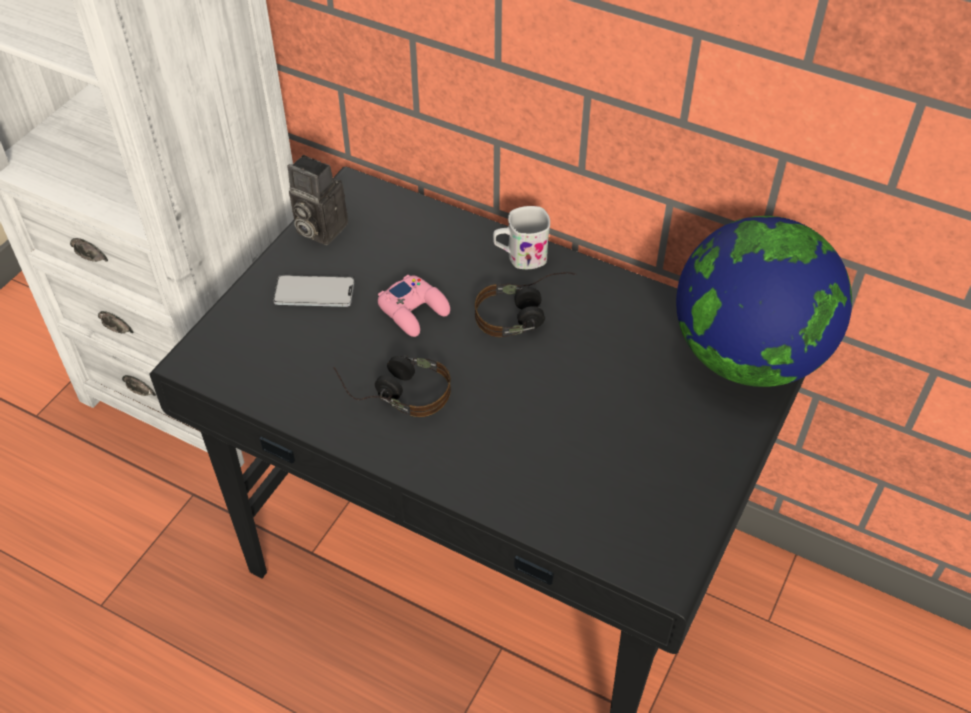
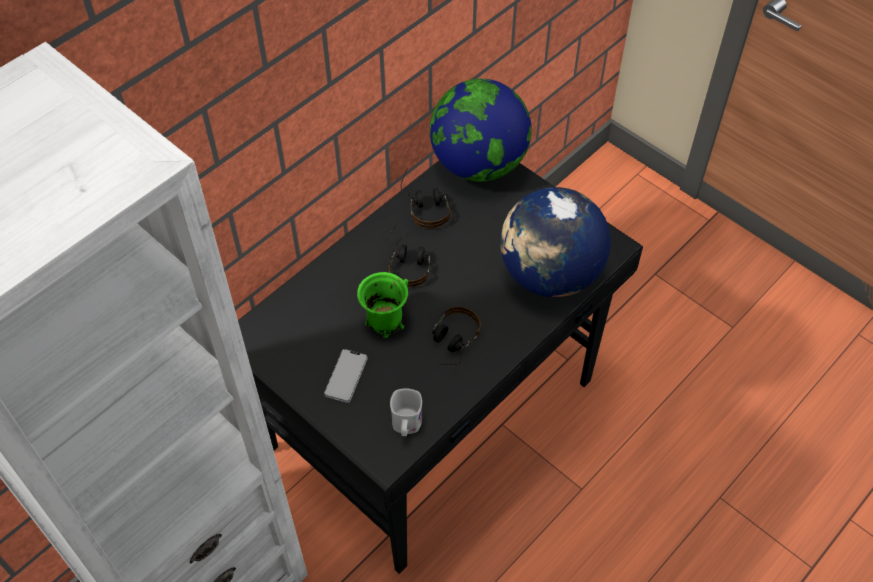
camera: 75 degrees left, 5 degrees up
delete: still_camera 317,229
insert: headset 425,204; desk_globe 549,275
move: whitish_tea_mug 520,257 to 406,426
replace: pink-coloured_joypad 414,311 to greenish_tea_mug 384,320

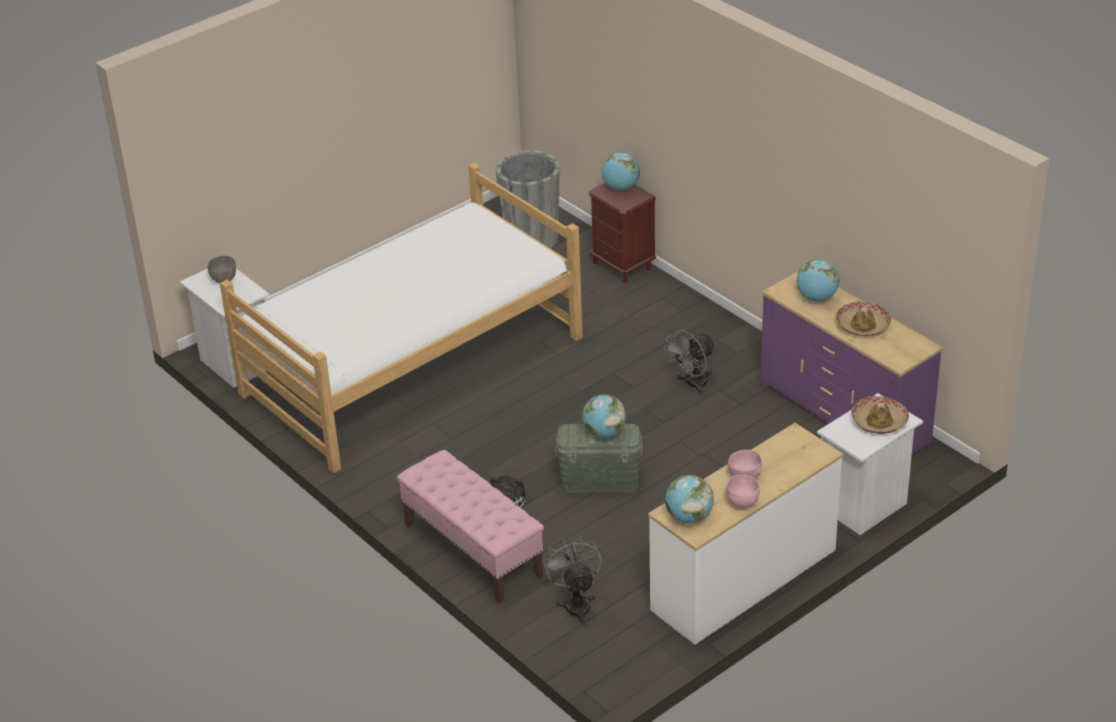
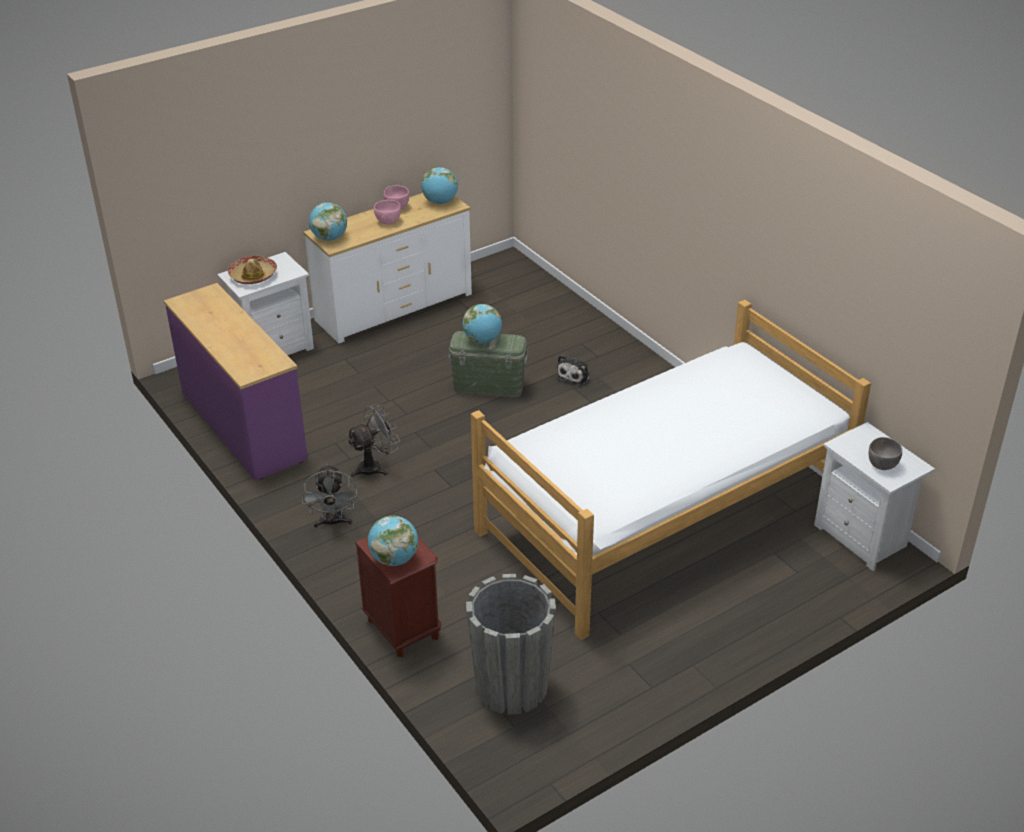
camera: 175 degrees left, 0 degrees up
delete: pink-coloured_long_seat 472,550; wearable_hat 862,325
move: gray_cooling_fan 576,603 to 333,523; desk_globe 817,298 to 329,238

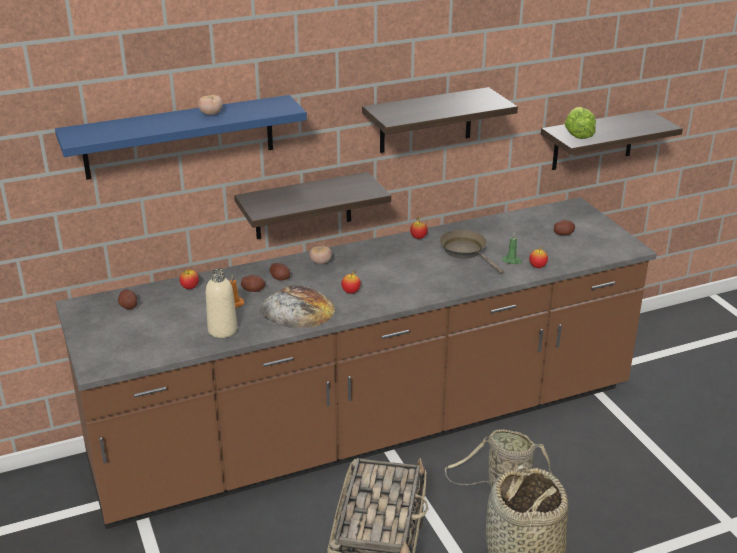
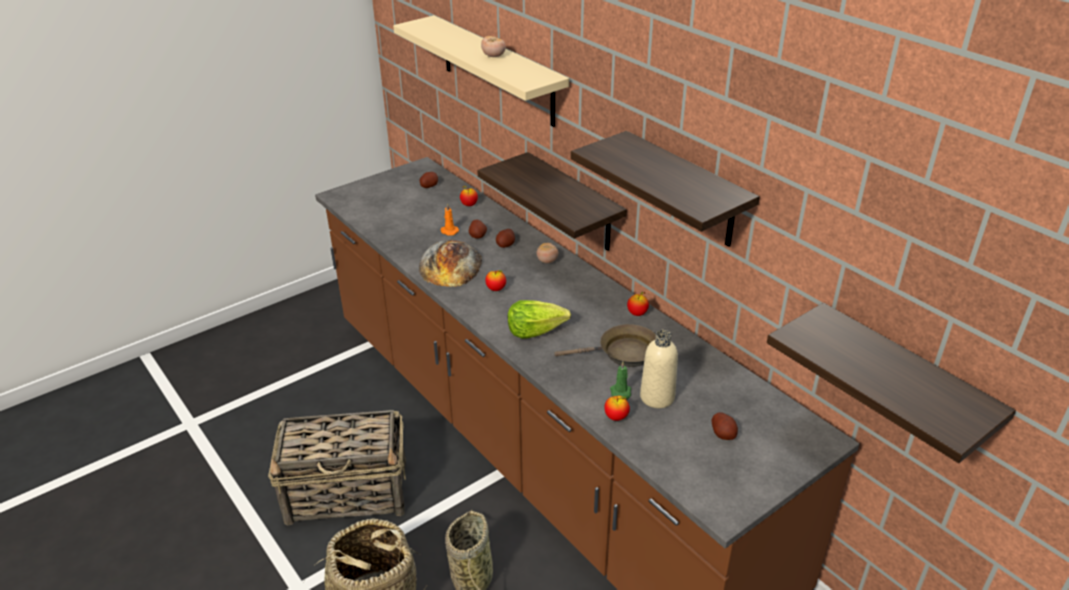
camera: 75 degrees right, 5 degrees up
move: beige-coloured_drink_bottle 222,330 to 657,397; lettuce_head 578,134 to 535,330
recolor: blue-coloured_shelf 179,137 to beige-coloured_shelf 497,70
rotate: brown-coloured_frying_pan 466,251 = 623,353 45 degrees clockwise

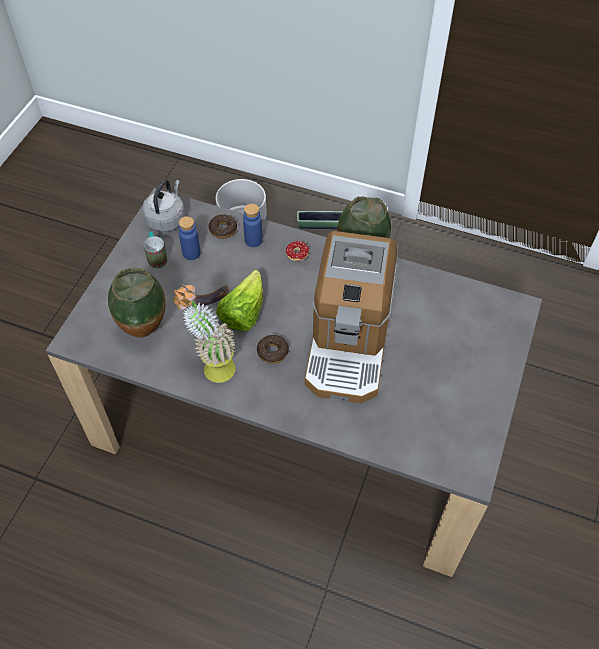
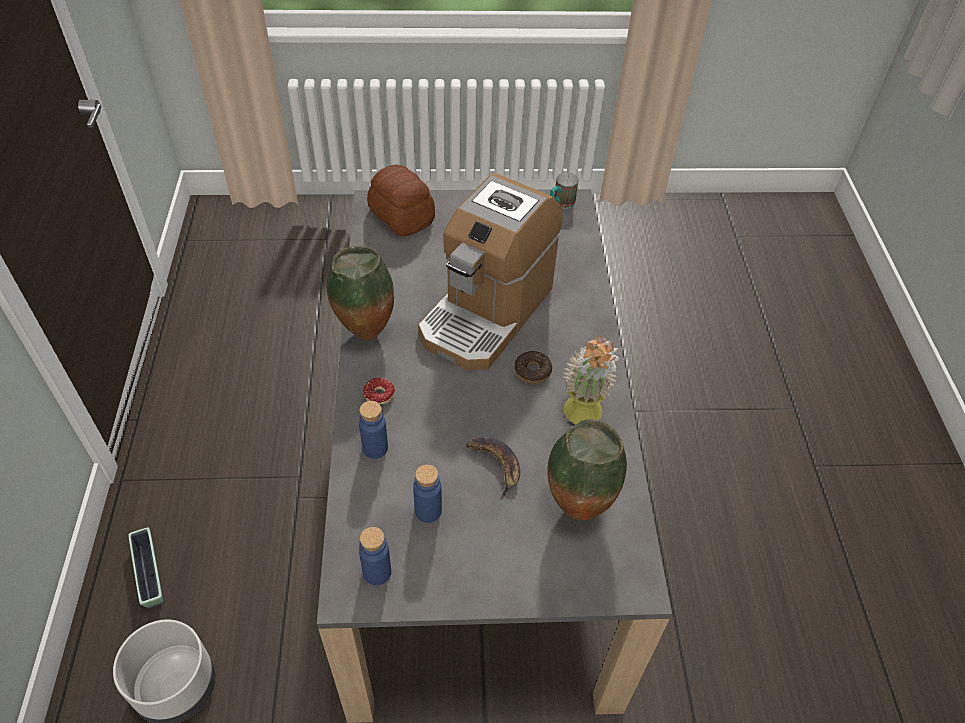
camera: 115 degrees left, 5 degrees down
delete: ring_doughnut 223,229; lettuce_head 243,313
insert: bakery_bread 402,215
move: tea_mug 156,257 to 560,203
replace: gray_kettle 166,219 to blue-coloured_drink_bottle 377,572
rotate: coffee_maker 348,344 = 486,312 135 degrees clockwise

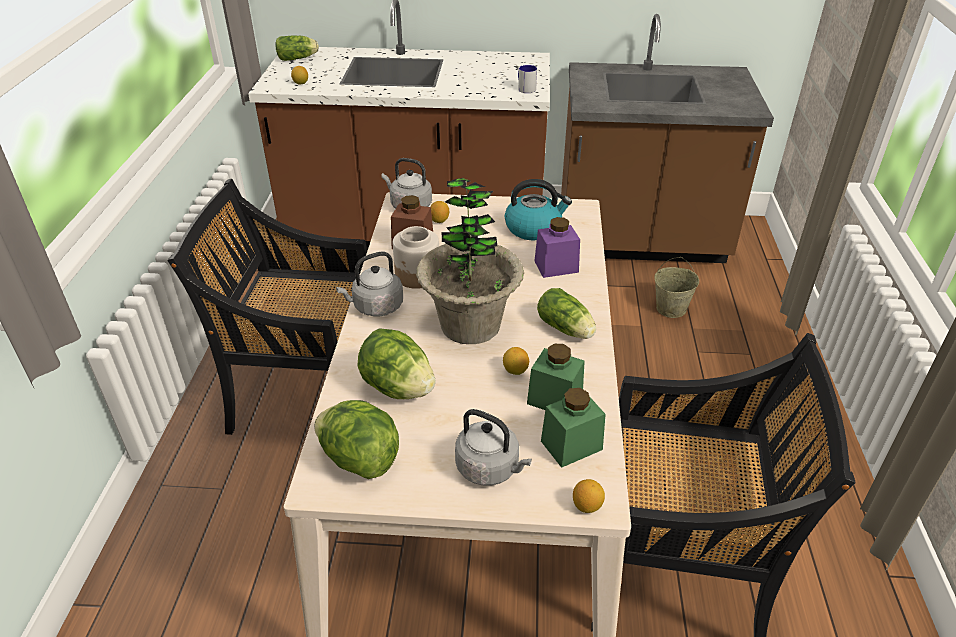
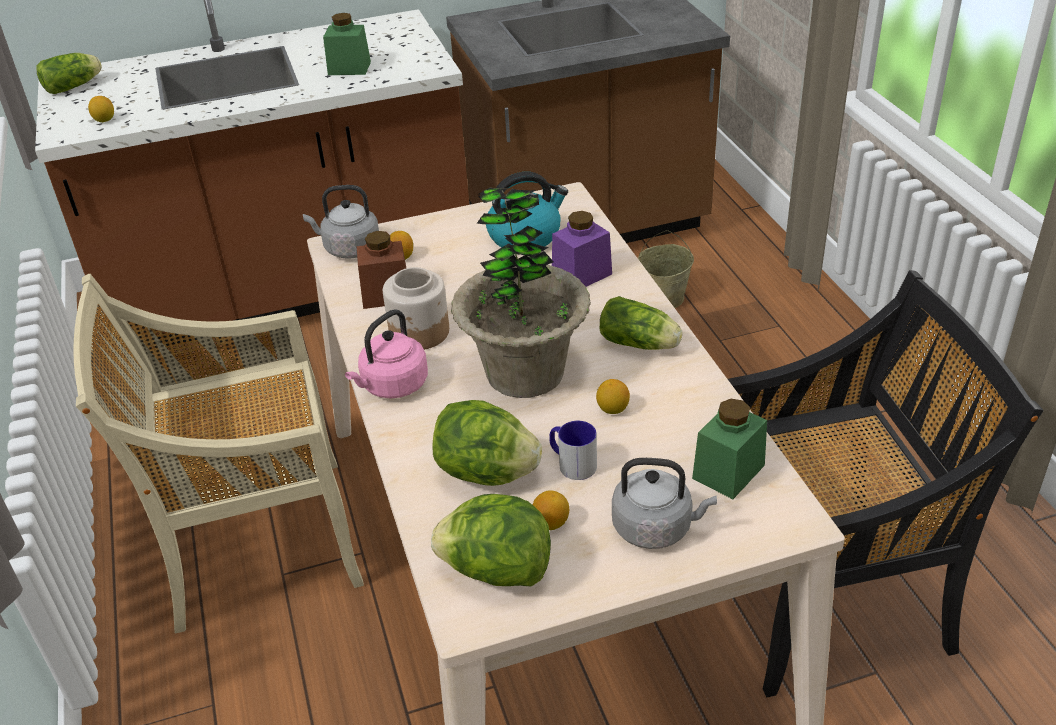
camera: 20 degrees left, 0 degrees up
move: tea_mug 525,88 to 572,463; greenish_storage_jar 554,399 to 349,68; lemon 587,506 to 551,523
recolor: black_plain_chair 305,391 to beige-coloured_plain_chair 256,542; gray_kettle 375,307 to pink-coloured_kettle 392,386

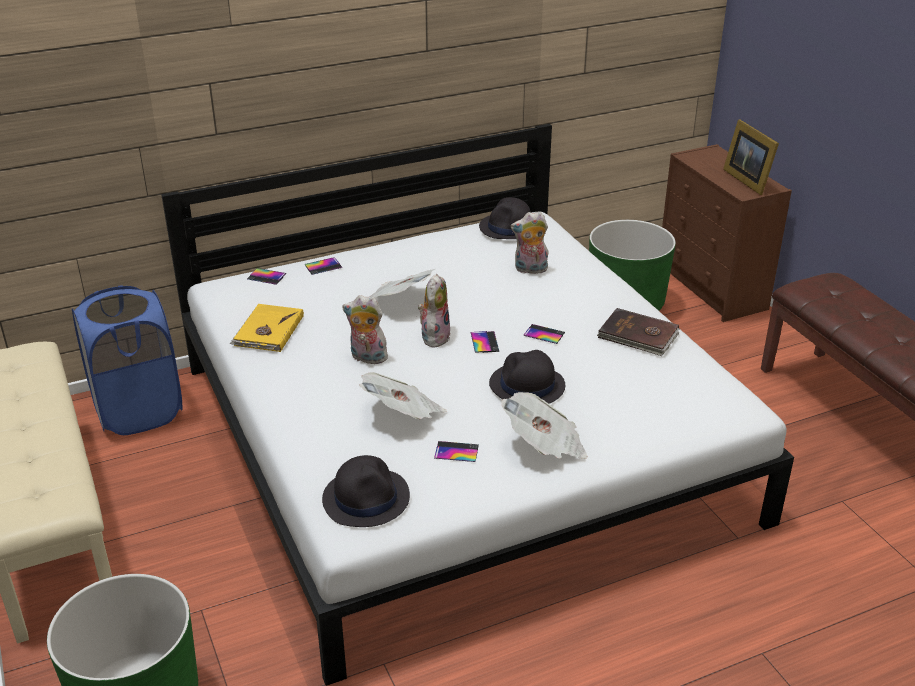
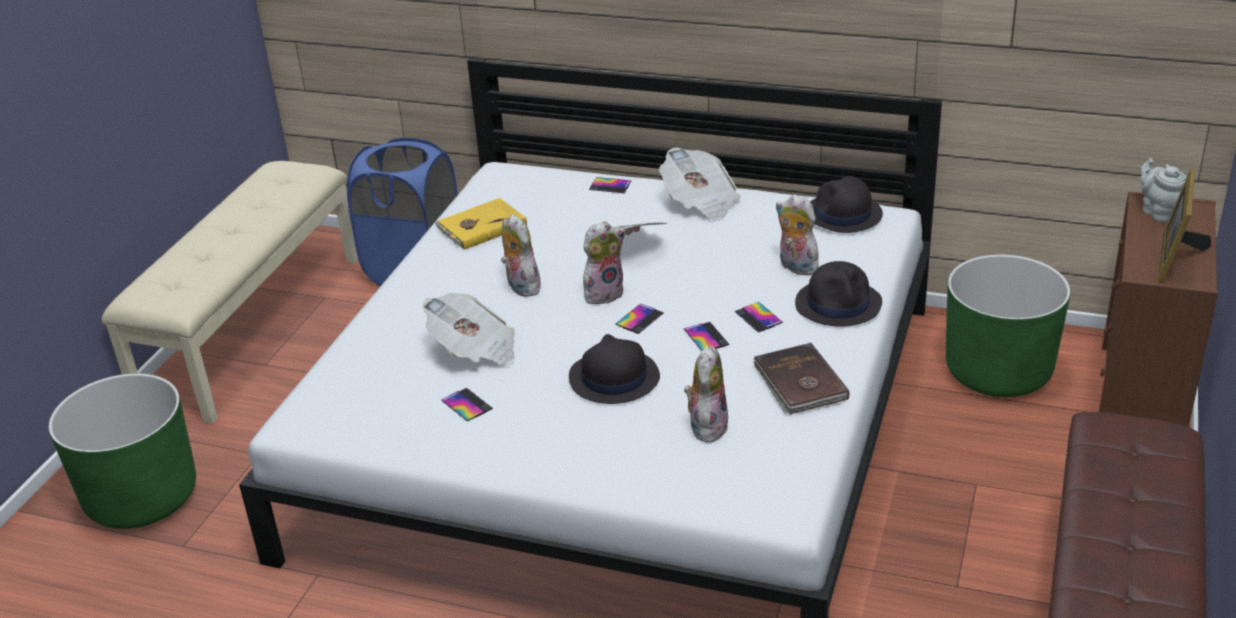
camera: 45 degrees right, 0 degrees up
insert: cuddly_toy 706,426; gray_tea_pot 1158,212
move: handset 266,276 to 758,317; black_wearable_hat 366,498 to 839,304; newspaper 545,445 to 700,203

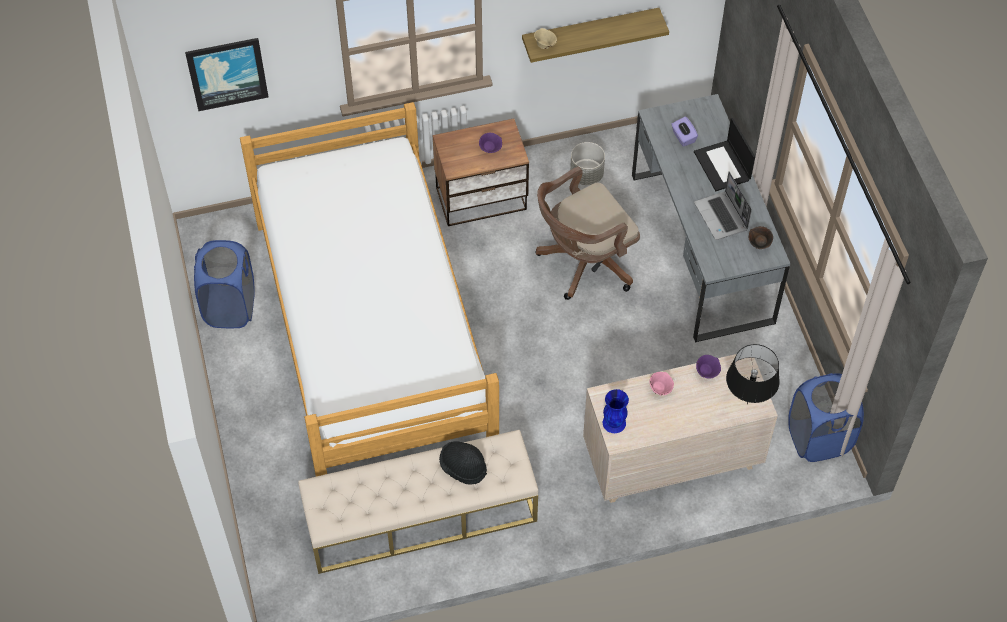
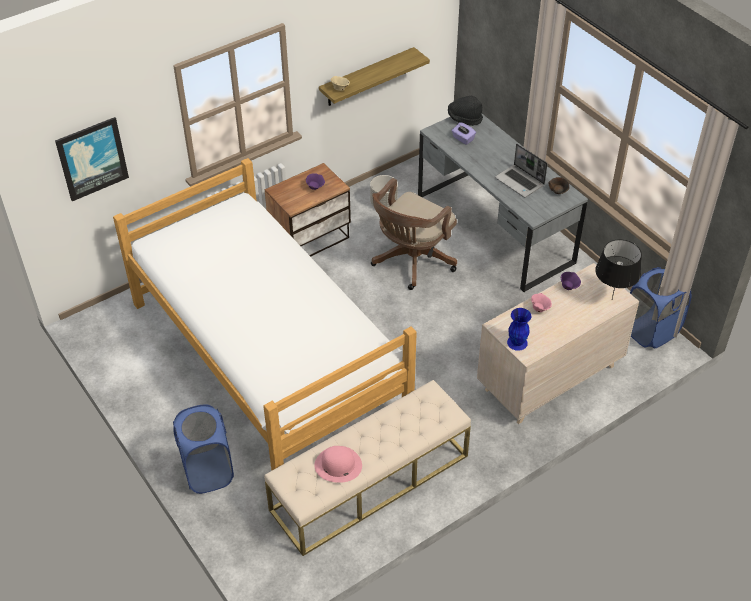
camera: 20 degrees left, 10 degrees down
delete: laptop 723,166
insert: pink-coloured_wearable_hat 338,465
move: blue-coloured_washing_basket 230,307 to 208,471; black_wearable_hat 463,467 to 464,119

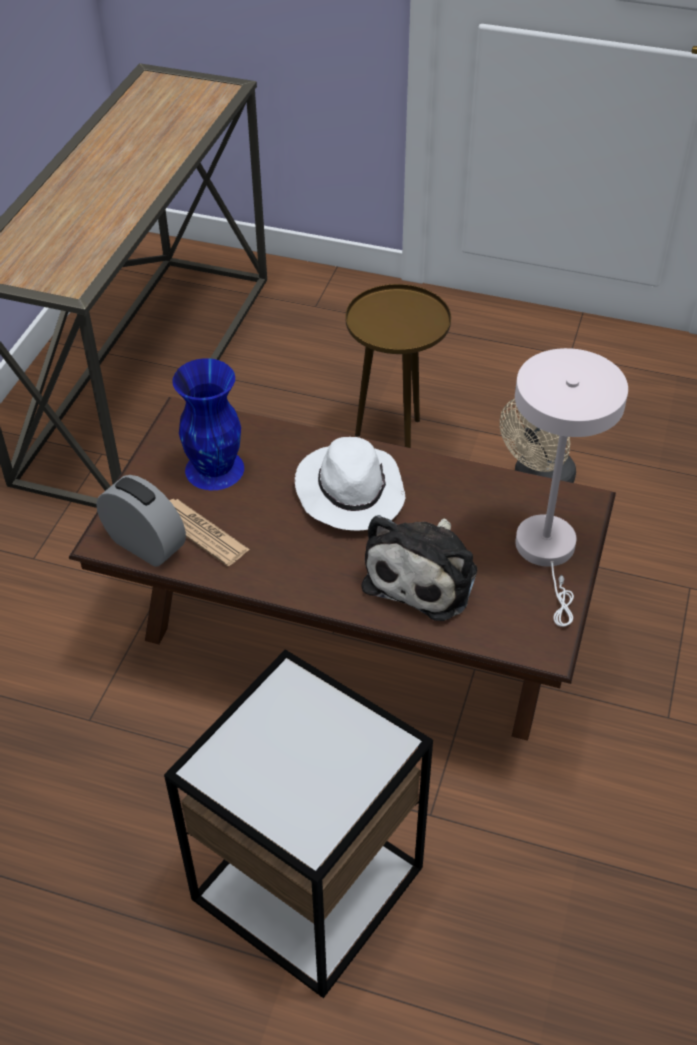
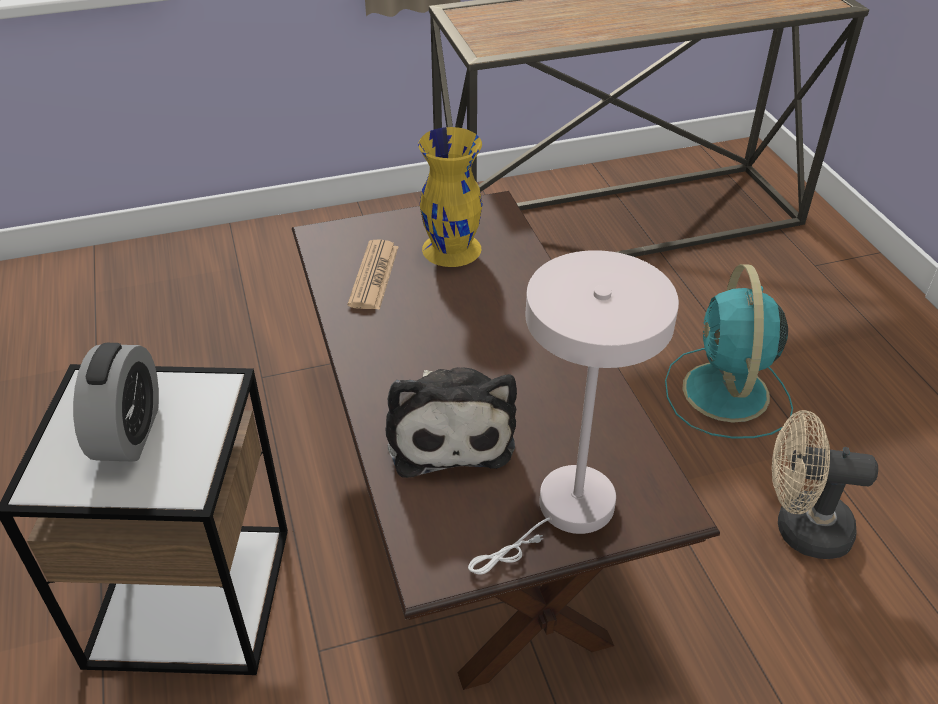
camera: 55 degrees right, 5 degrees down
delete: whitish_wearable_hat 349,491
move: table_clock 145,545 to 129,433
replace: brown-coloured_end_table 394,439 to turquoise_cooling_fan 726,395
recolor: blue-coloured_vase 215,468 to yellow-coloured_vase 452,248
rotate: cuddly_toy 424,575 = 449,431 90 degrees counterclockwise

